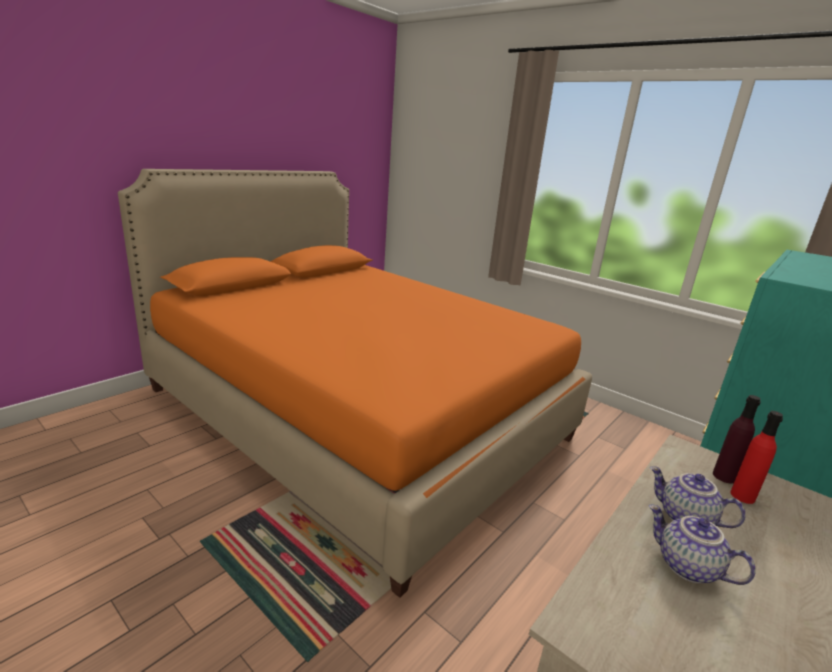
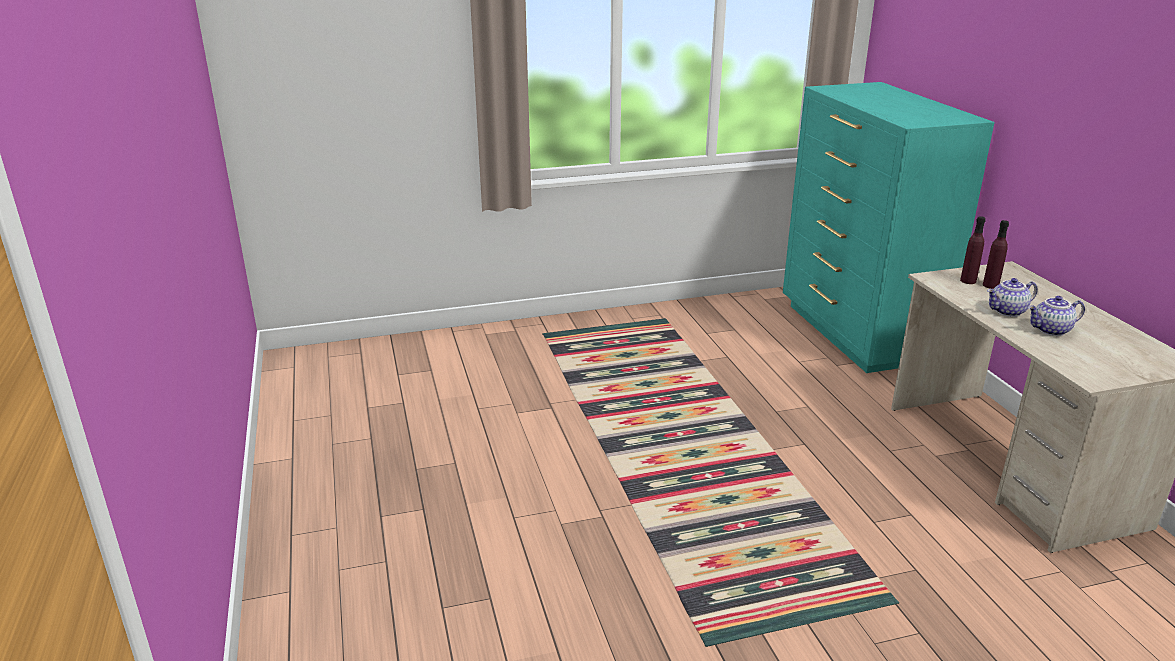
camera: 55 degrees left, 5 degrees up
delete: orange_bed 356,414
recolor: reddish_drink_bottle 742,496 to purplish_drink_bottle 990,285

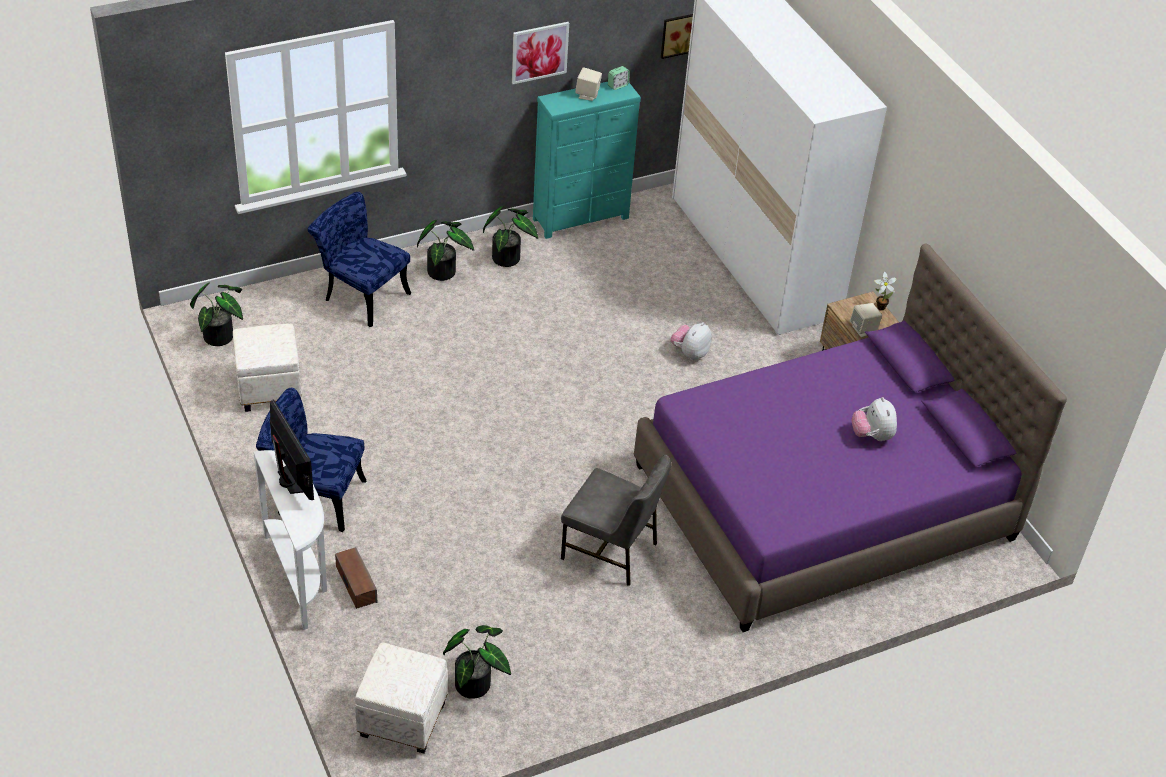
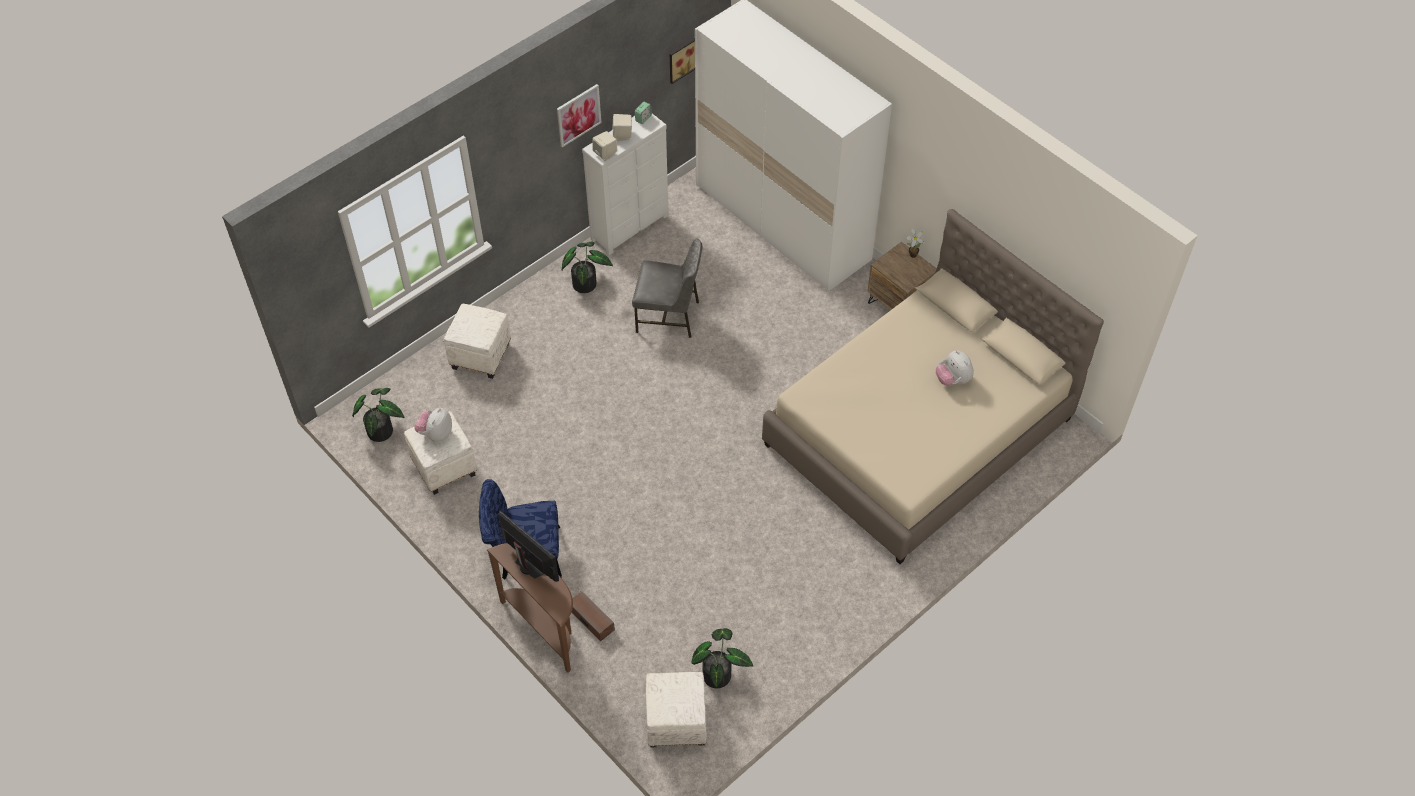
camera: 15 degrees left, 10 degrees up
delete: houseplant 444,270
move: gray_plain_chair 611,551 to 669,316; cuddly_toy 690,353 to 436,434; beige-coloured_audio_speaker 863,329 to 605,154
replace: blue-coloured_plain_chair 361,295 to whitish_ottoman 480,355
recolor: whitish_hall_table 300,576 to brown-coloured_hall_table 544,628; turquoise_dresser 581,219 to whitish_dresser 630,227; purplish_bed 824,502 to beige-coloured_bed 918,432

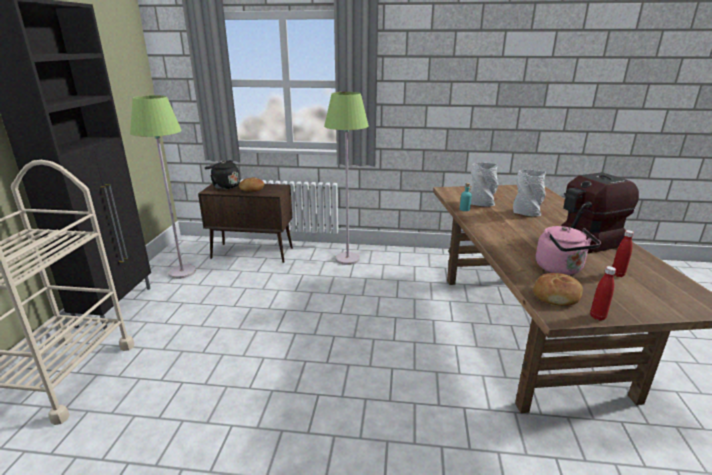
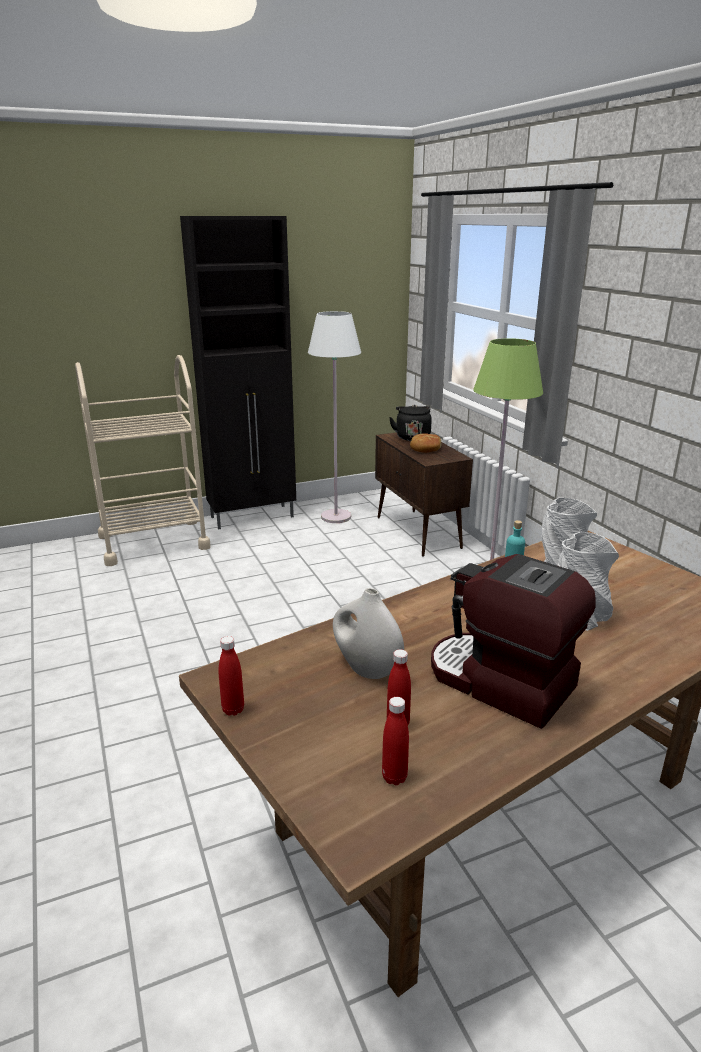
camera: 60 degrees right, 0 degrees up
delete: bakery_bread 556,296
insert: reddish_drink_bottle 394,777
replace: pink-coloured_kettle 561,269 to whitish_vase 366,669
recolor: greenish_standing_lamp 182,272 to whitish_standing_lamp 336,517

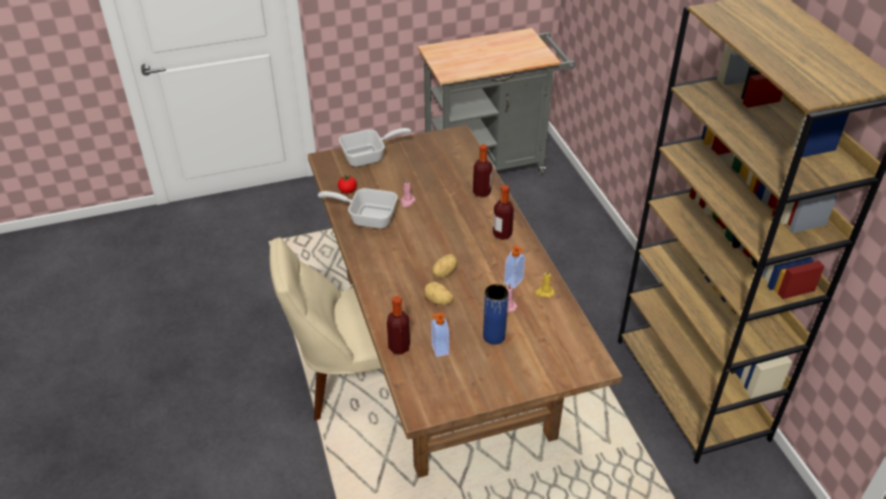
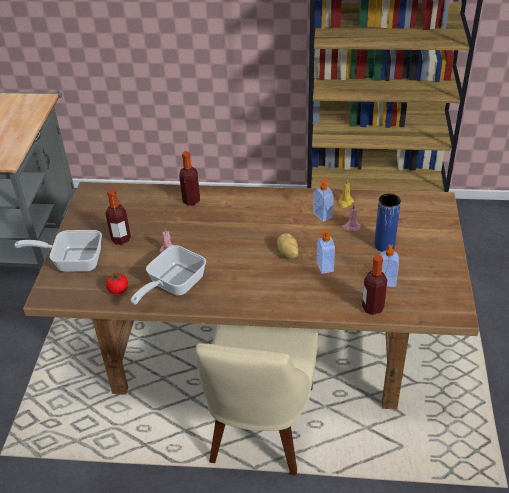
camera: 65 degrees left, 0 degrees up
move: drink_bottle 502,234 to 121,239
replace: potato 438,301 to liquid_soap_bottle 324,267
rotate: frying_pan 369,157 = 73,261 90 degrees counterclockwise

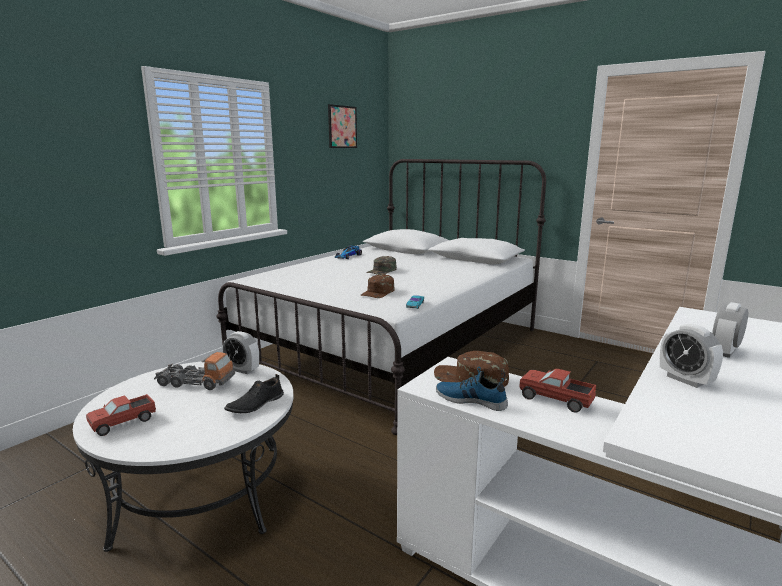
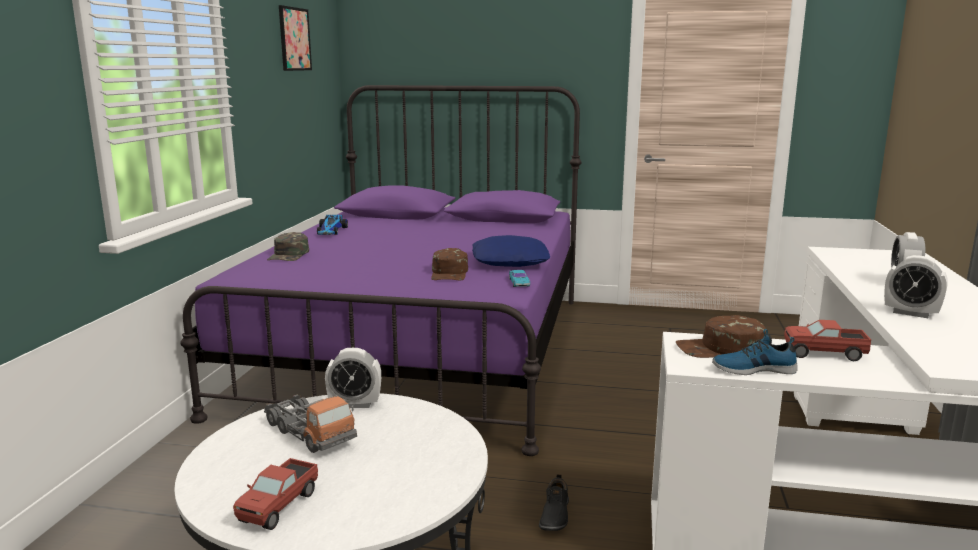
camera: 25 degrees left, 0 degrees up
insert: blue-coloured_cushion 510,261
move: black_shoe 255,404 to 554,515; greenish_baseball_cap 382,271 to 289,255
recolor: whitish_bed 393,346 to purplish_bed 422,350
rotate: model_truck 196,382 = 309,433 60 degrees clockwise

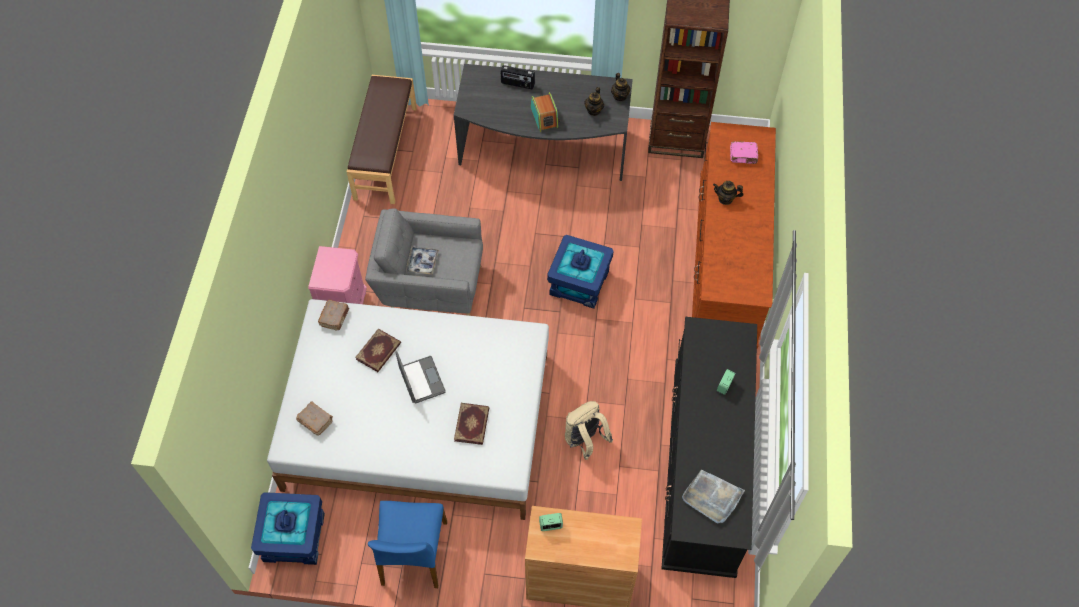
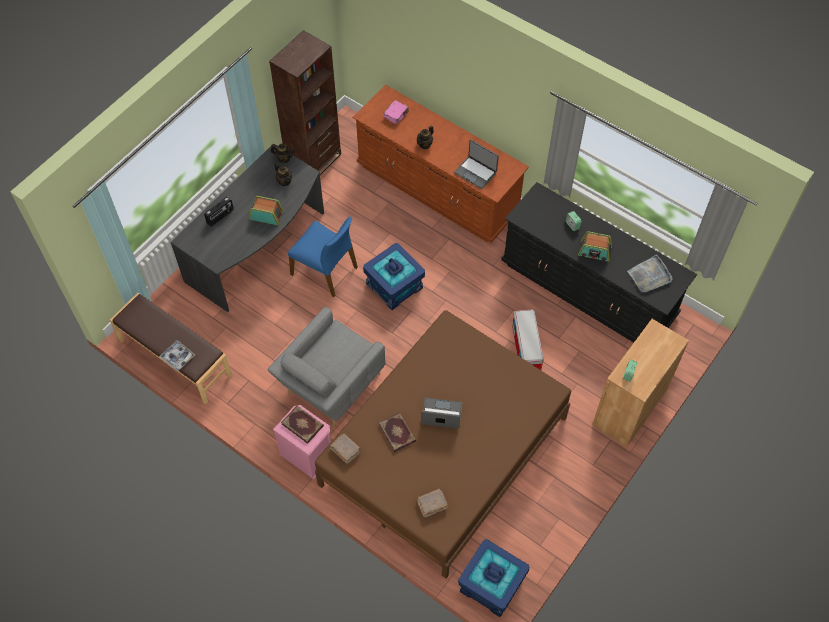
camera: 60 degrees left, 0 degrees up
insert: laptop 476,172; radio 594,252
move: blue-coloured_plain_chair 413,554 to 325,270; serving_tray 422,262 to 177,357; bound_book 472,424 to 303,424
replace: beige-coloured_knapsack 585,441 to storage_container 526,349
recolor: whitish_bed 418,420 to brown-coloured_bed 443,450

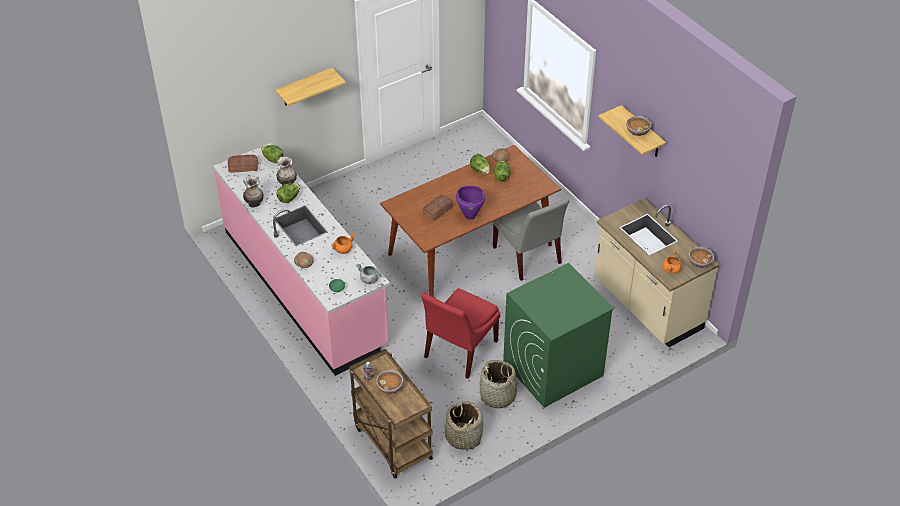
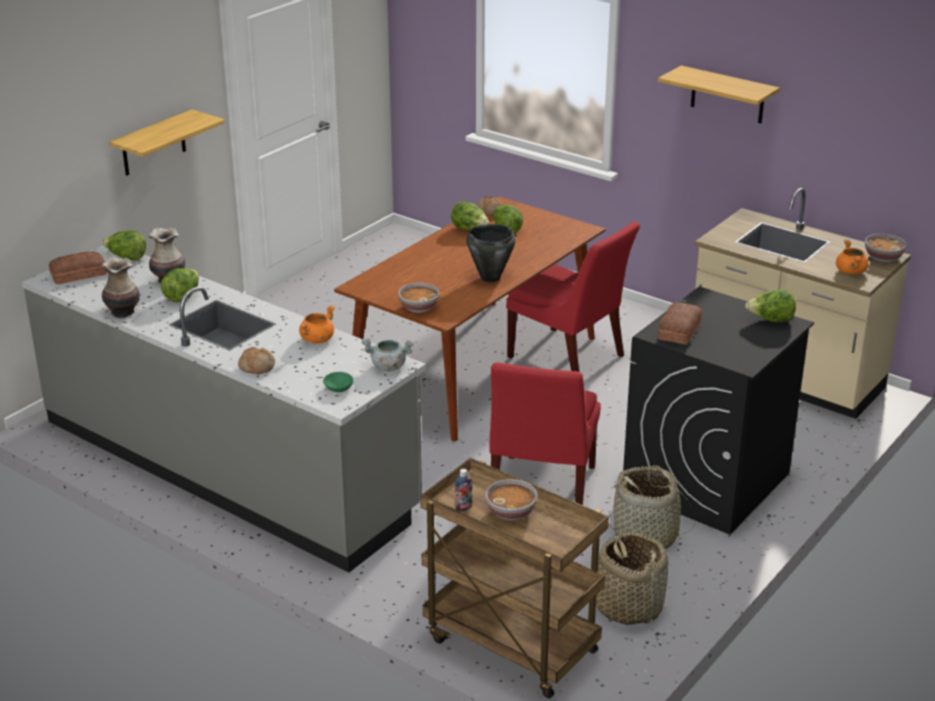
camera: 20 degrees left, 15 degrees down
insert: lettuce_head 770,320
move: bakery_bread 437,210 to 678,330; serving_bowl 637,131 to 418,307
recolor: pink-coloured_kitchen_base_unit 305,287 to gray_kitchen_base_unit 228,465; purplish_stockpot 469,215 to black_stockpot 489,278; gray_plain_chair 528,257 to reddish_plain_chair 569,358; greenish_laundry_machine 552,369 to black_laundry_machine 706,482

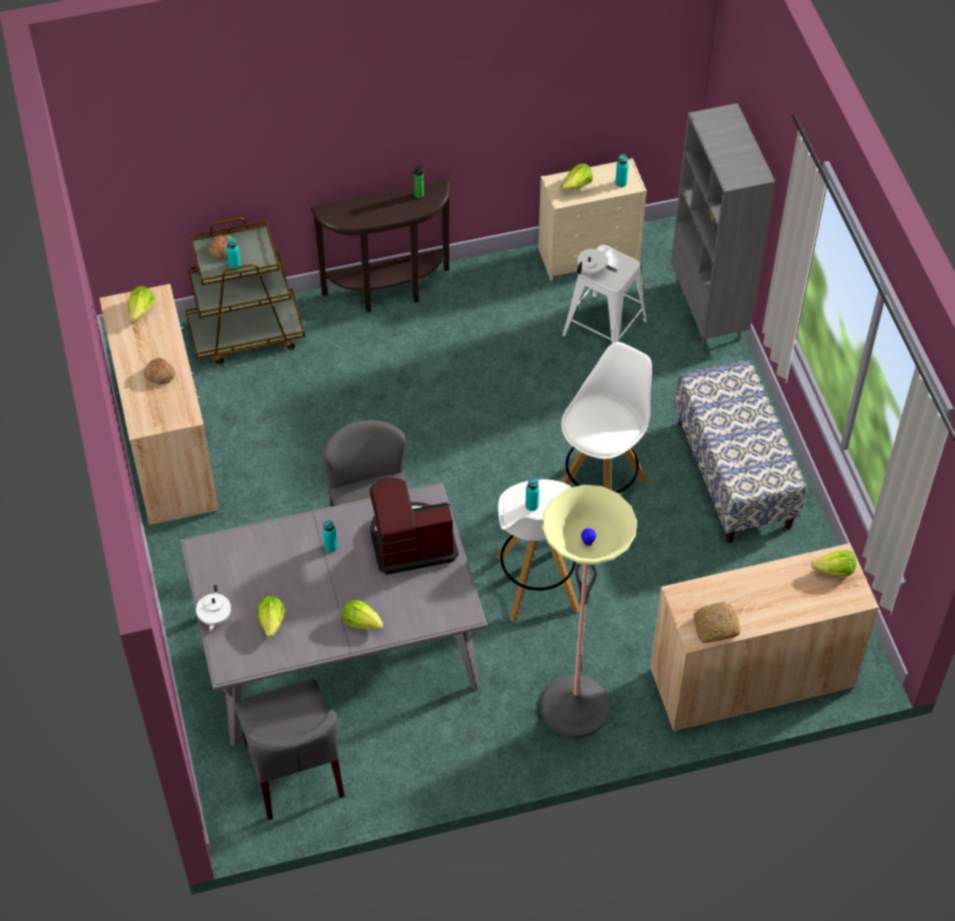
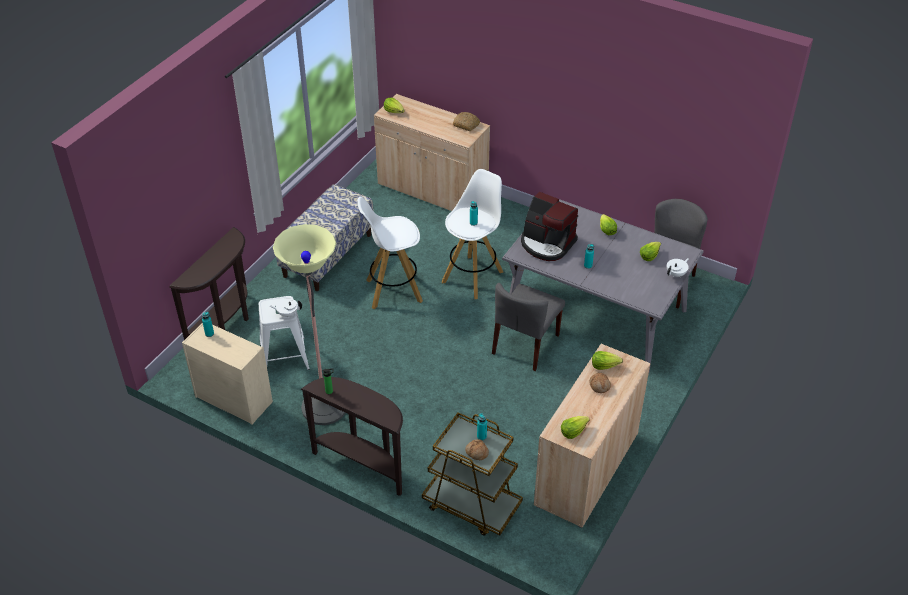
camera: 135 degrees left, 10 degrees down
move: standing_lamp 574,707 to 324,407; lettuce_head 577,185 to 604,365
replace: gray_bookcase 708,313 to brown-coloured_hall_table 226,325

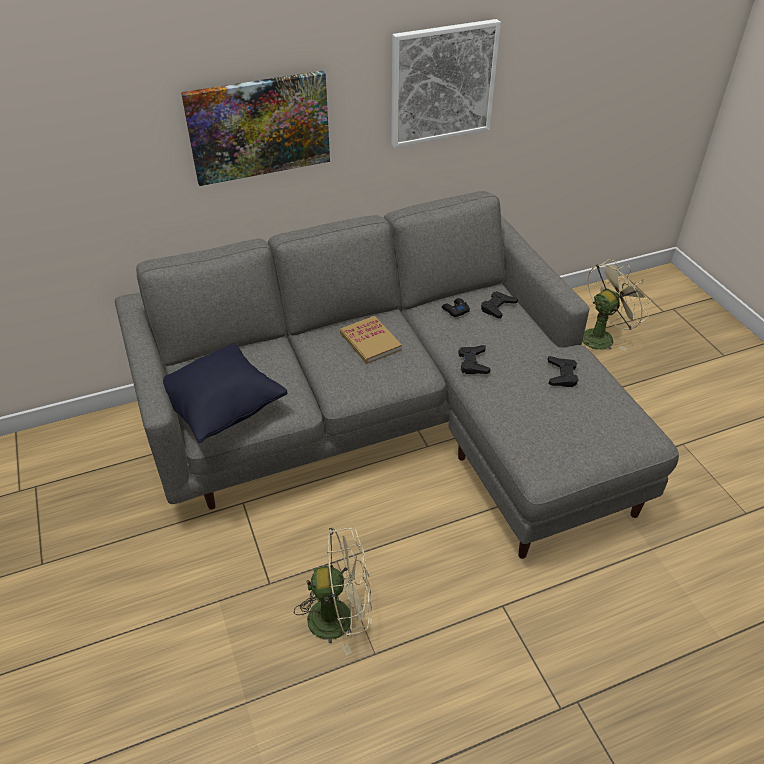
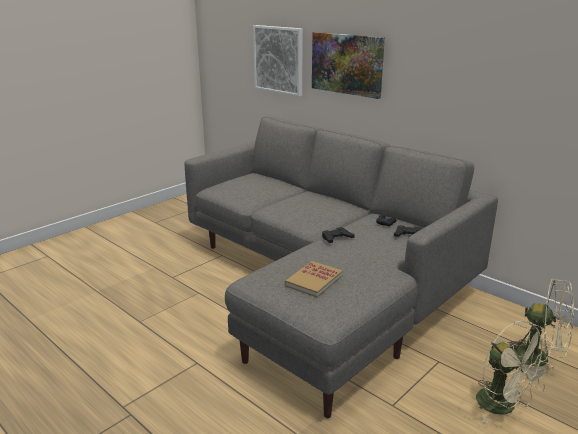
camera: 65 degrees right, 20 degrees down
delete: black_cushion 222,409; black_joypad 562,375
move: beige-coloured_cooling_fan 340,616 to 503,407; bound_book 370,342 to 314,281; picture 442,83 to 278,60

